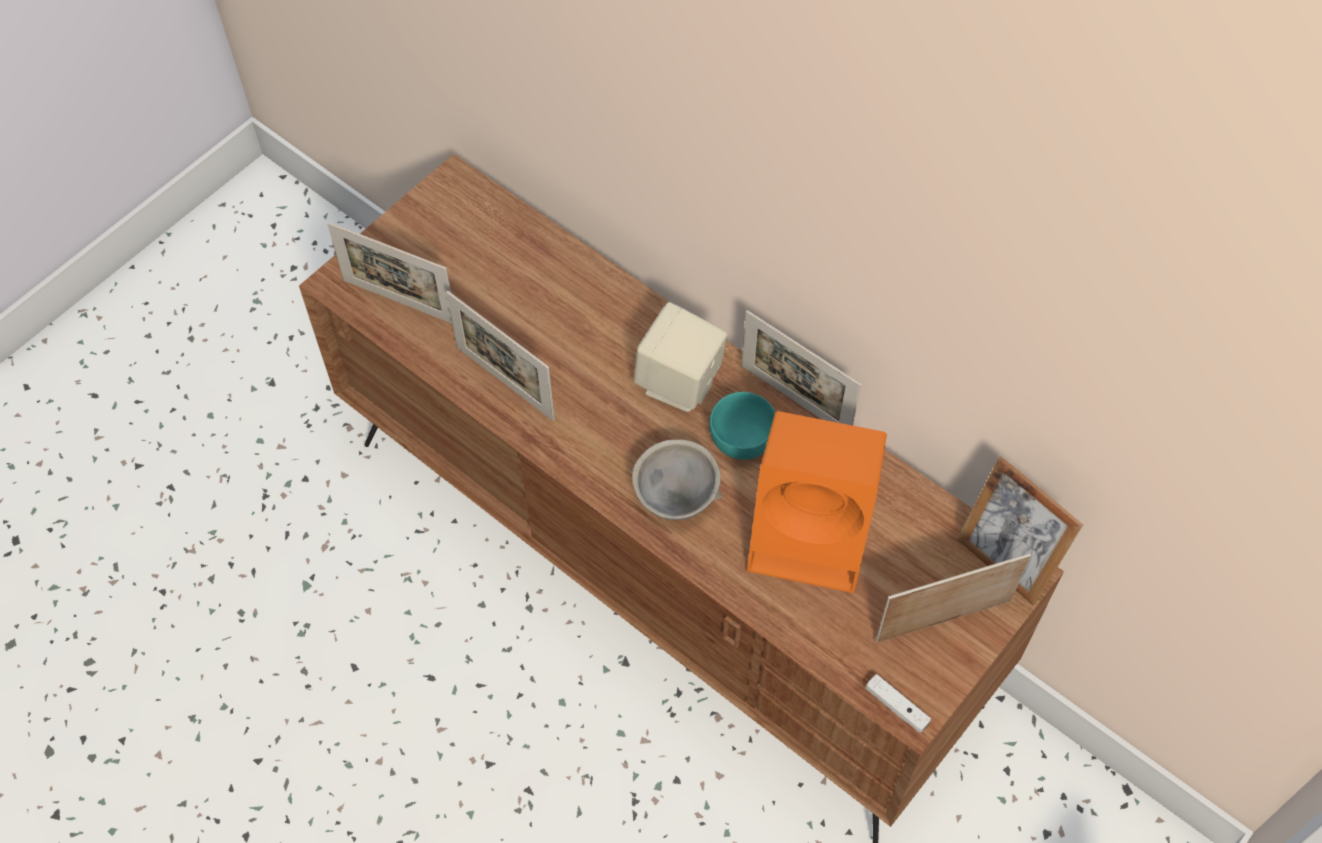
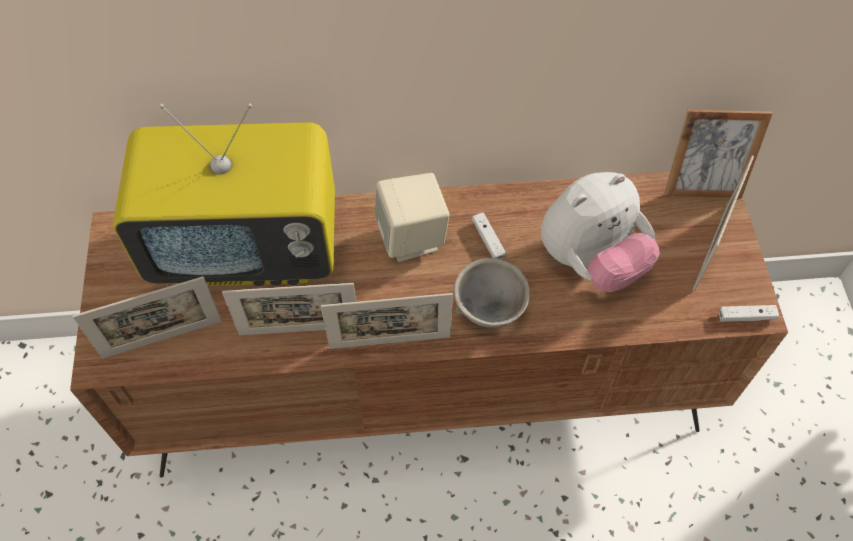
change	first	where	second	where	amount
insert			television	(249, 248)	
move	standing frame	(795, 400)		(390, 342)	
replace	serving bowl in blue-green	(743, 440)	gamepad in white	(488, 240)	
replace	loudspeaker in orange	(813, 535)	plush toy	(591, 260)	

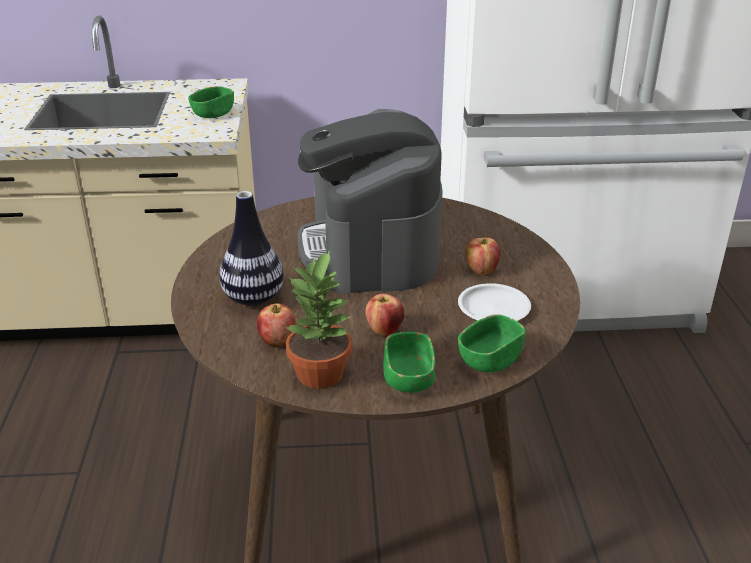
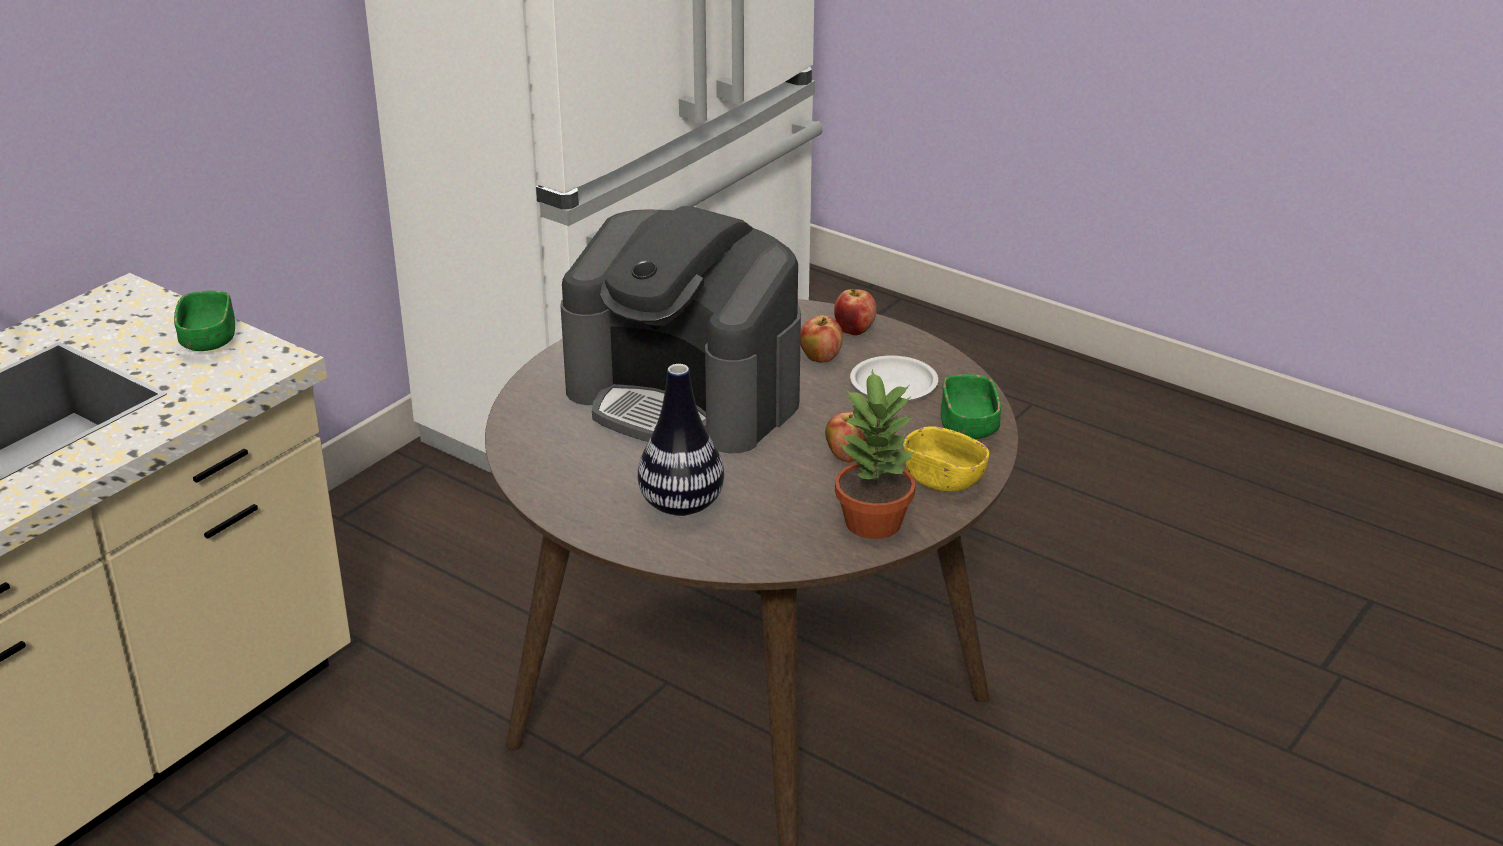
change	first	where	second	where	amount
move	apple fruit	(277, 341)		(854, 331)	
recolor	serving bowl in greenish	(408, 379)	serving bowl in yellow-coloured	(943, 479)	

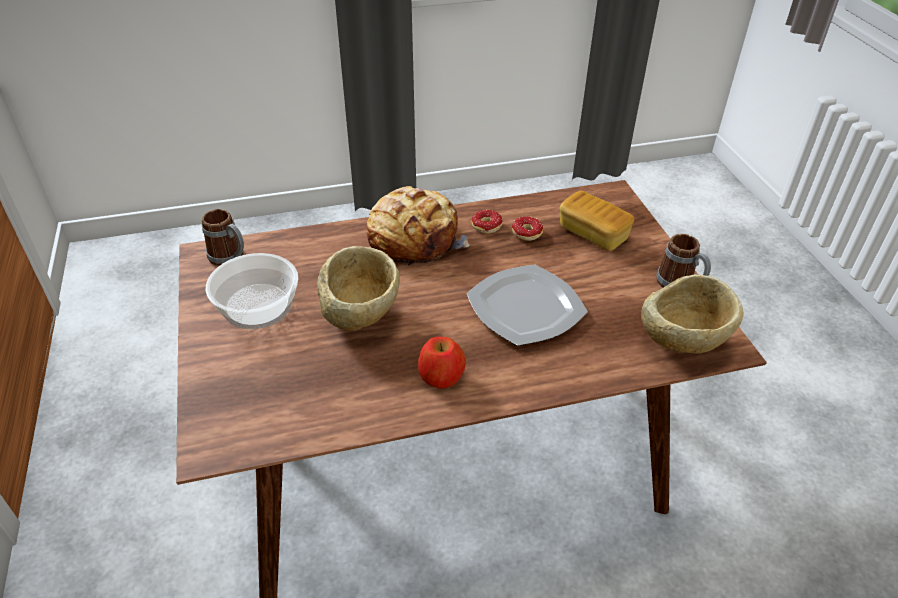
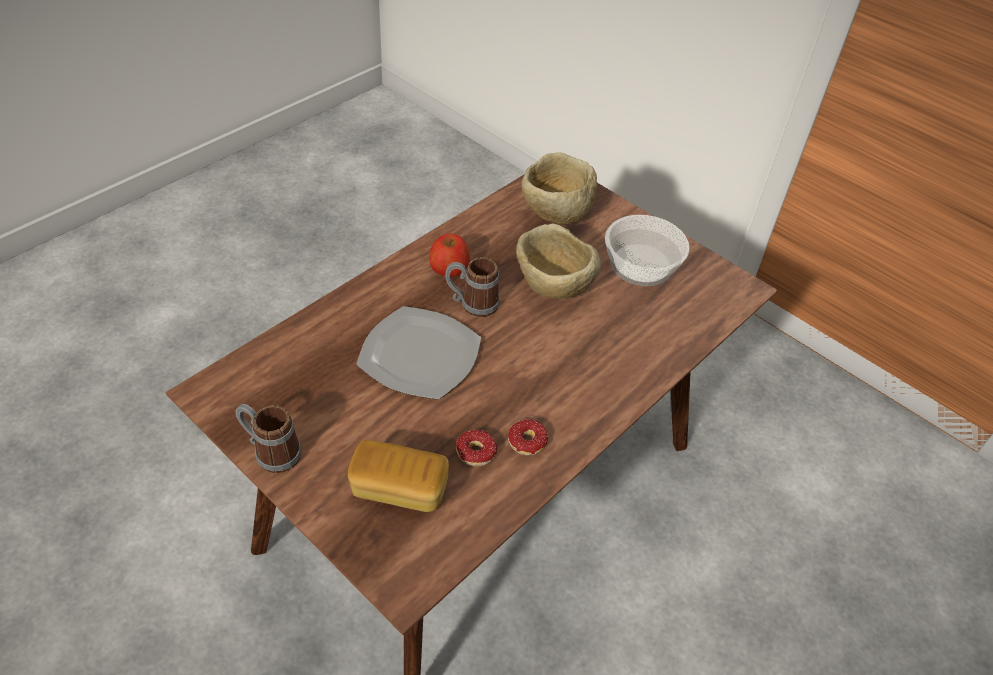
change	first	where	second	where	amount
move	coffee mug	(230, 258)		(472, 303)	
move	serving bowl in beige	(681, 343)		(555, 214)	
delete	bread	(414, 238)			

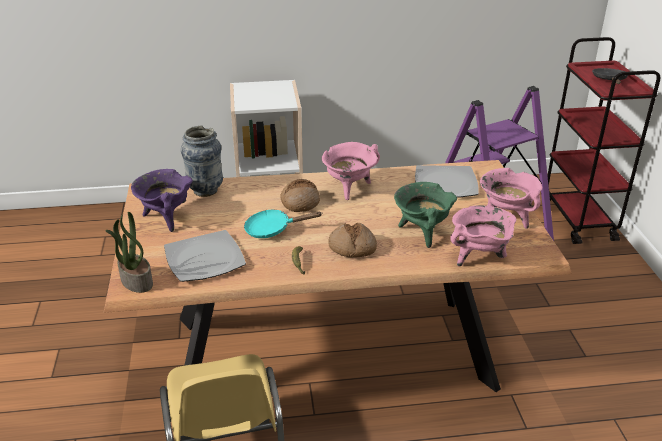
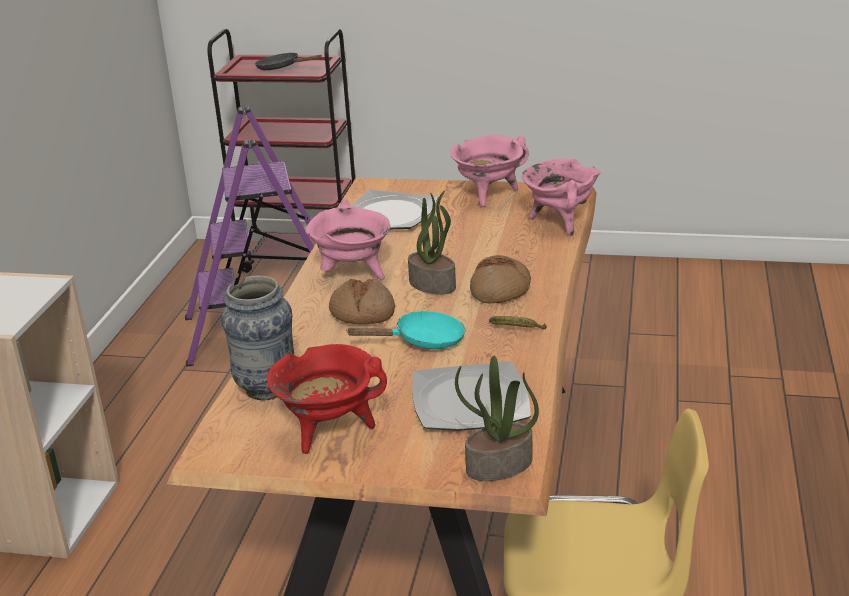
change	first	where	second	where	amount
recolor	saucepot in purple	(166, 218)	saucepot in red-coloured	(329, 431)	
rotate	skillet in blue-green	(272, 229)		(423, 341)	120 degrees counterclockwise
insert			potted plant	(433, 284)	
delete	saucepot in greenish	(422, 233)			

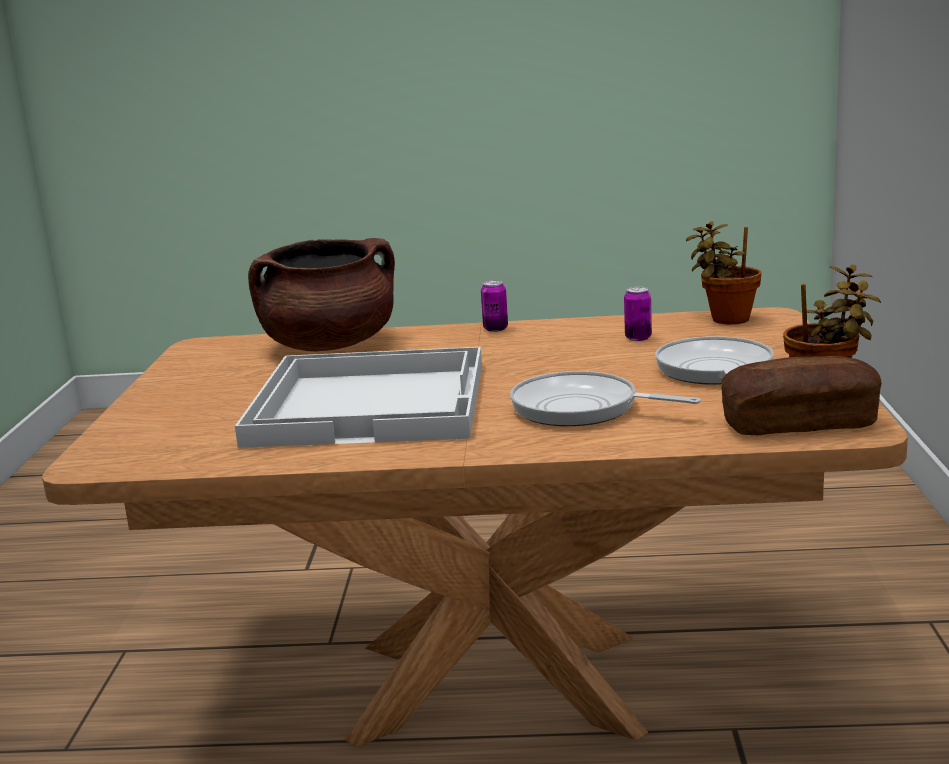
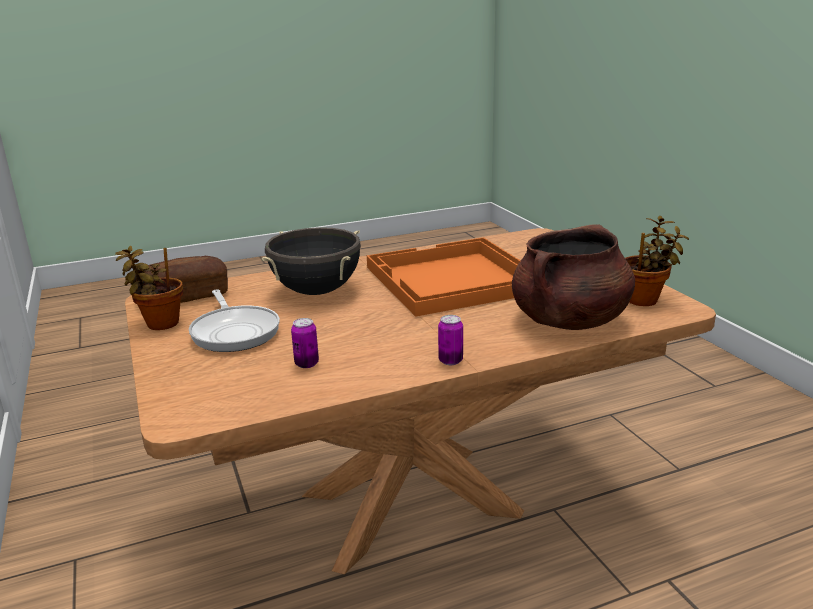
change	first	where	second	where	amount
replace	skillet	(582, 408)	saucepot in black	(316, 291)	
recolor	carrying tray in white	(372, 402)	carrying tray in orange	(452, 279)	
move	potted plant	(725, 319)		(645, 300)	

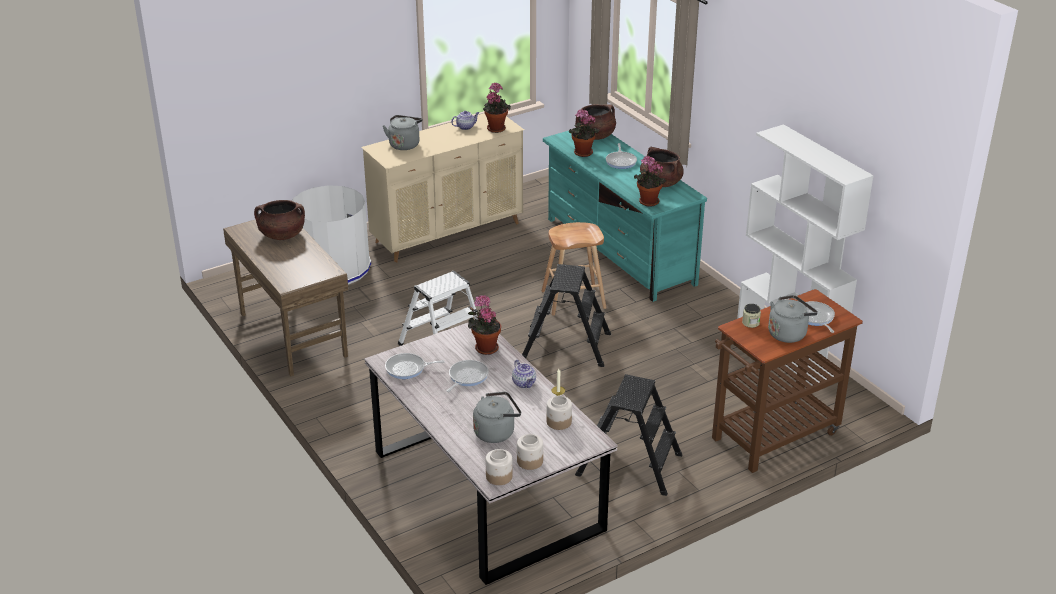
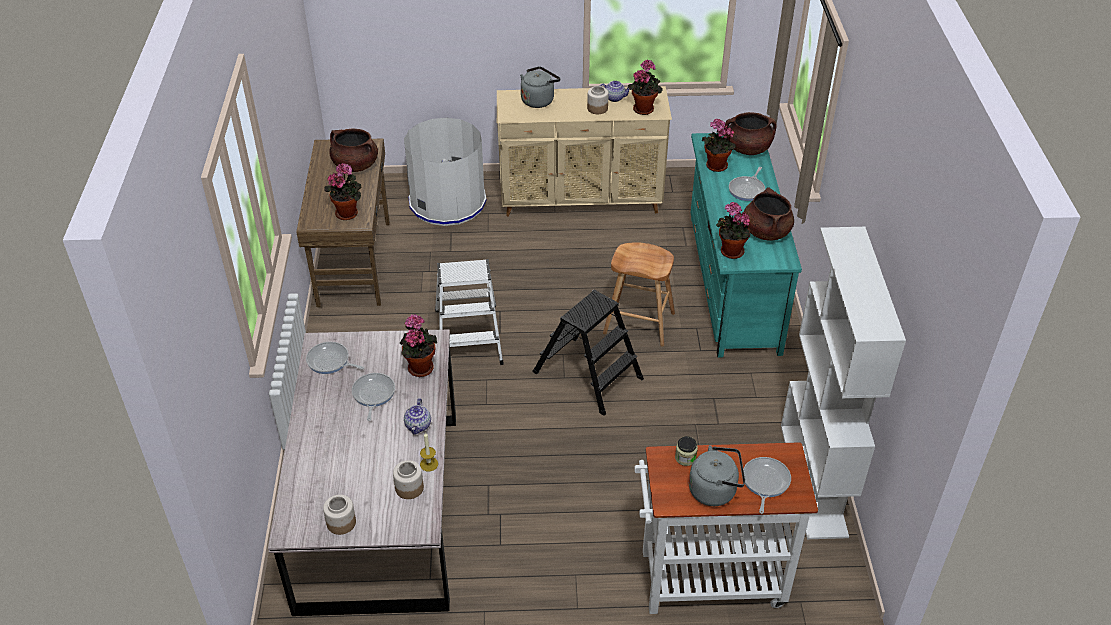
change	first	where	second	where	amount
insert			potted plant	(348, 212)	
rotate	skillet	(467, 377)		(373, 394)	60 degrees counterclockwise
move	storage jar	(499, 477)		(597, 108)	
recolor	wheeled cart in brown	(773, 437)	wheeled cart in white	(709, 580)	
delete	water kettle in greyish	(496, 432)			
delete	step stool in black	(629, 465)			

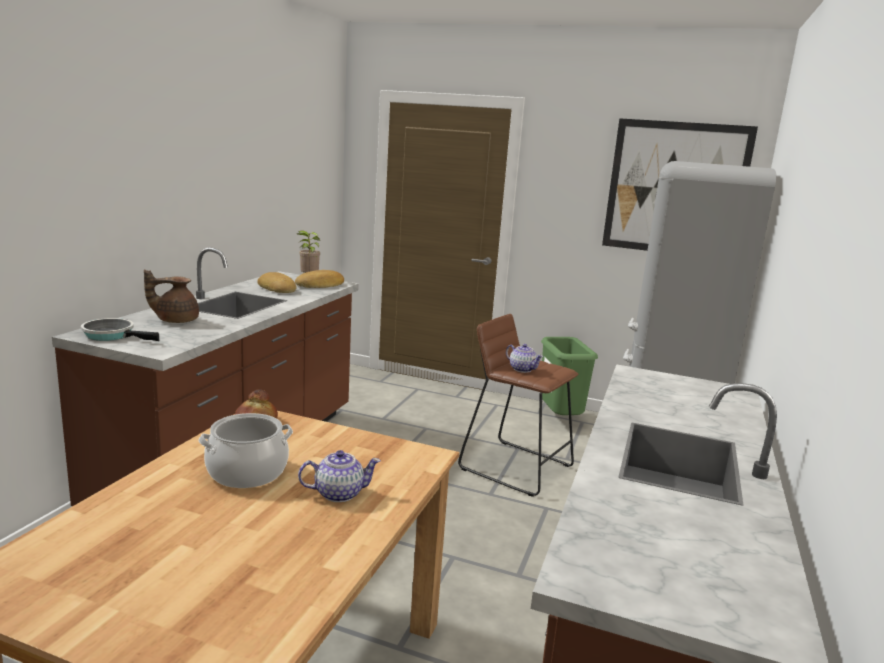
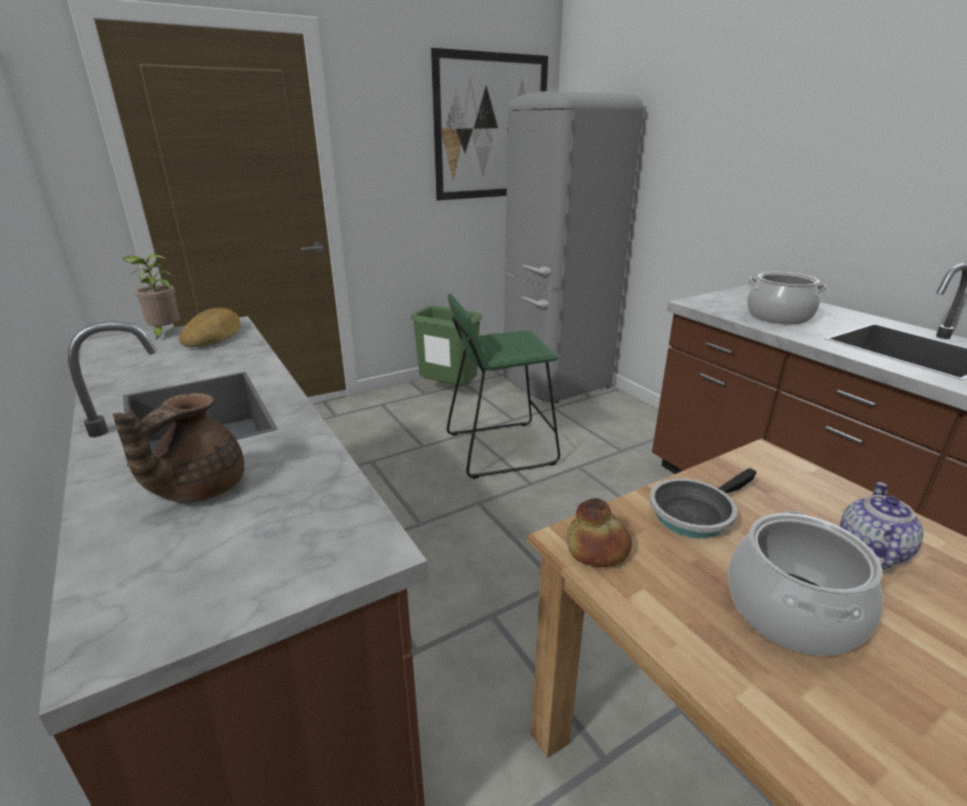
change	first	where	second	where	amount
recolor	stool in brown	(516, 467)	stool in greenish	(500, 448)	
move	skillet	(112, 335)		(694, 513)	
insert			saucepot	(778, 317)	
delete	bread	(278, 288)			
delete	teapot	(522, 369)			

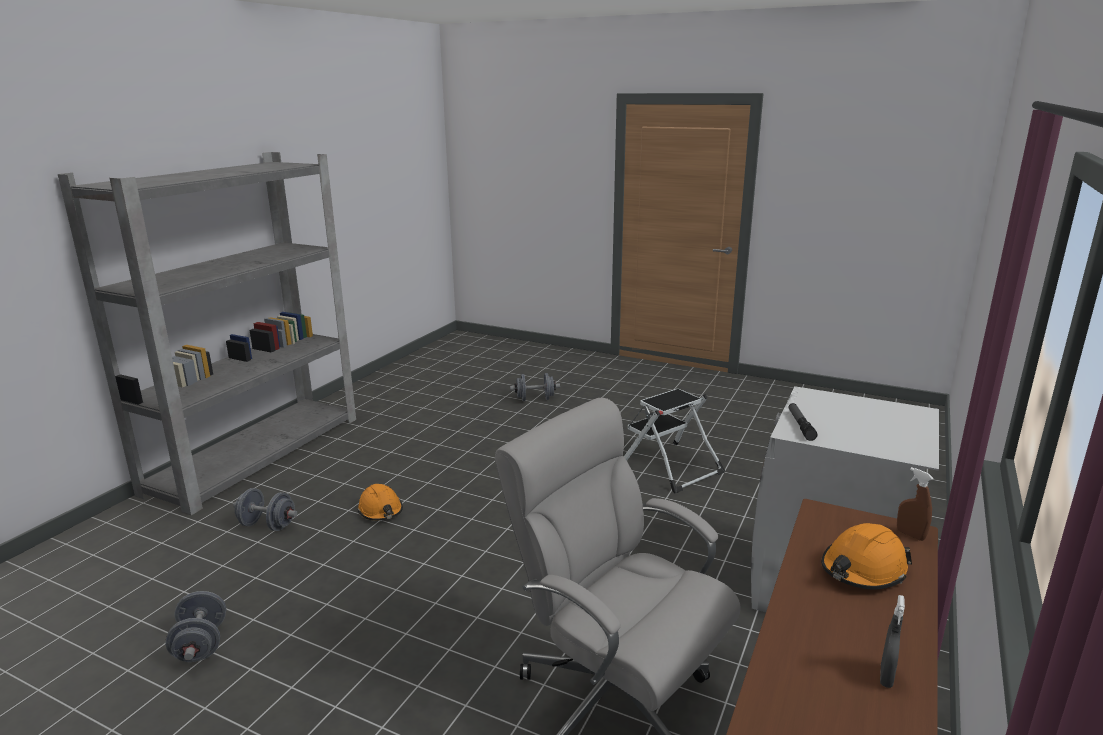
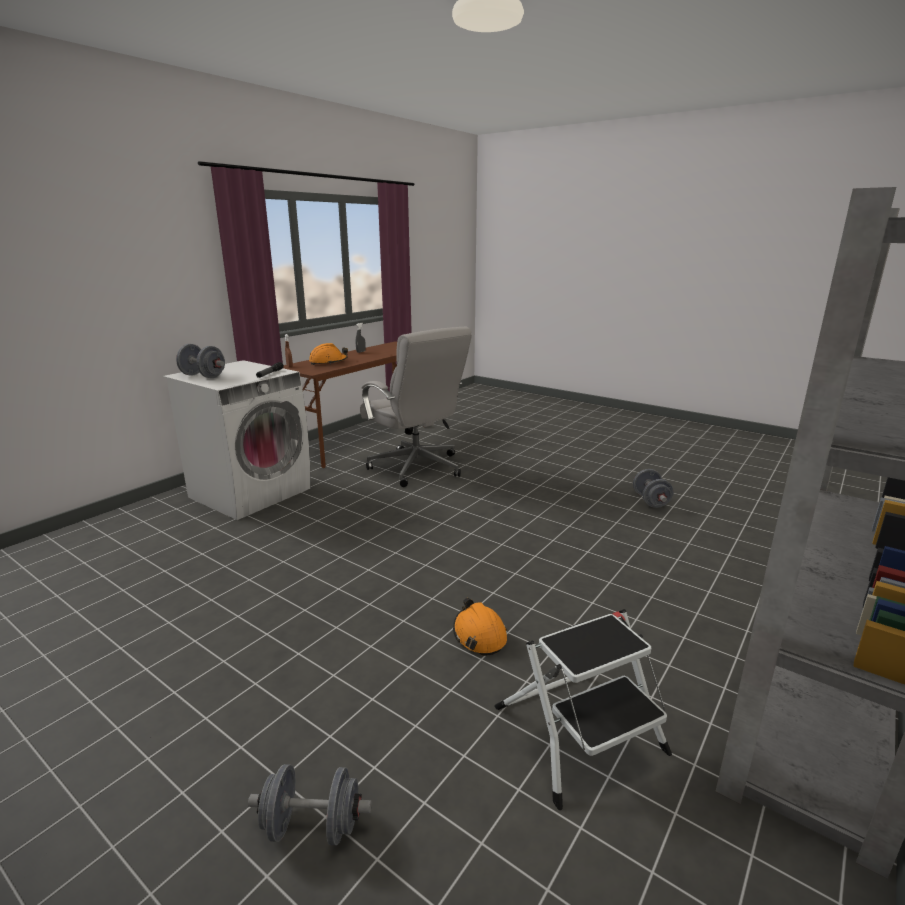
change	first	where	second	where	amount
move	hand weight in greyish	(267, 525)		(203, 376)	
move	work helmet in orange	(381, 511)		(479, 635)	
move	step stool	(671, 466)		(578, 733)	

